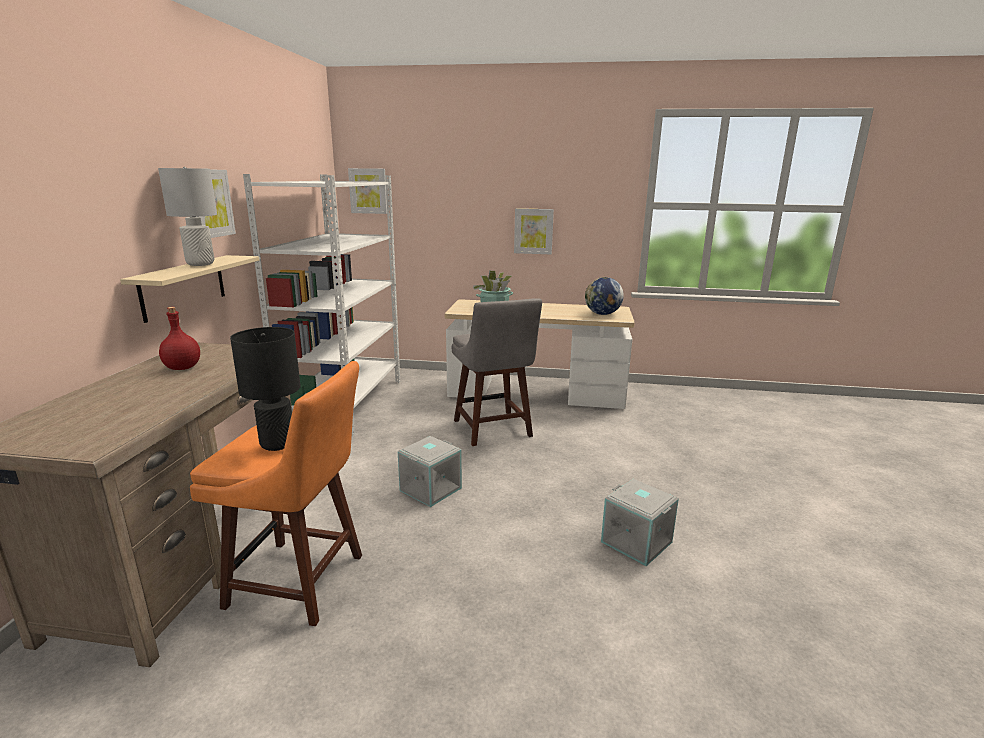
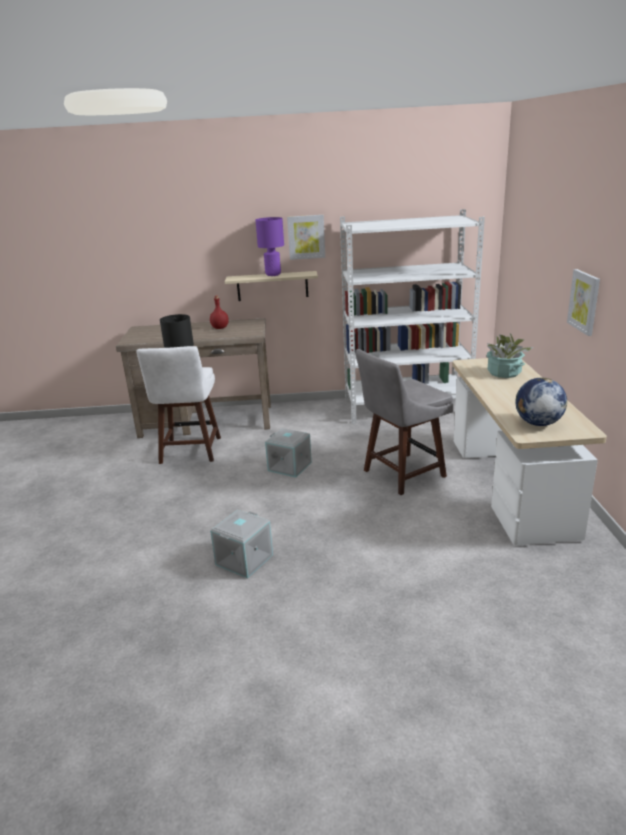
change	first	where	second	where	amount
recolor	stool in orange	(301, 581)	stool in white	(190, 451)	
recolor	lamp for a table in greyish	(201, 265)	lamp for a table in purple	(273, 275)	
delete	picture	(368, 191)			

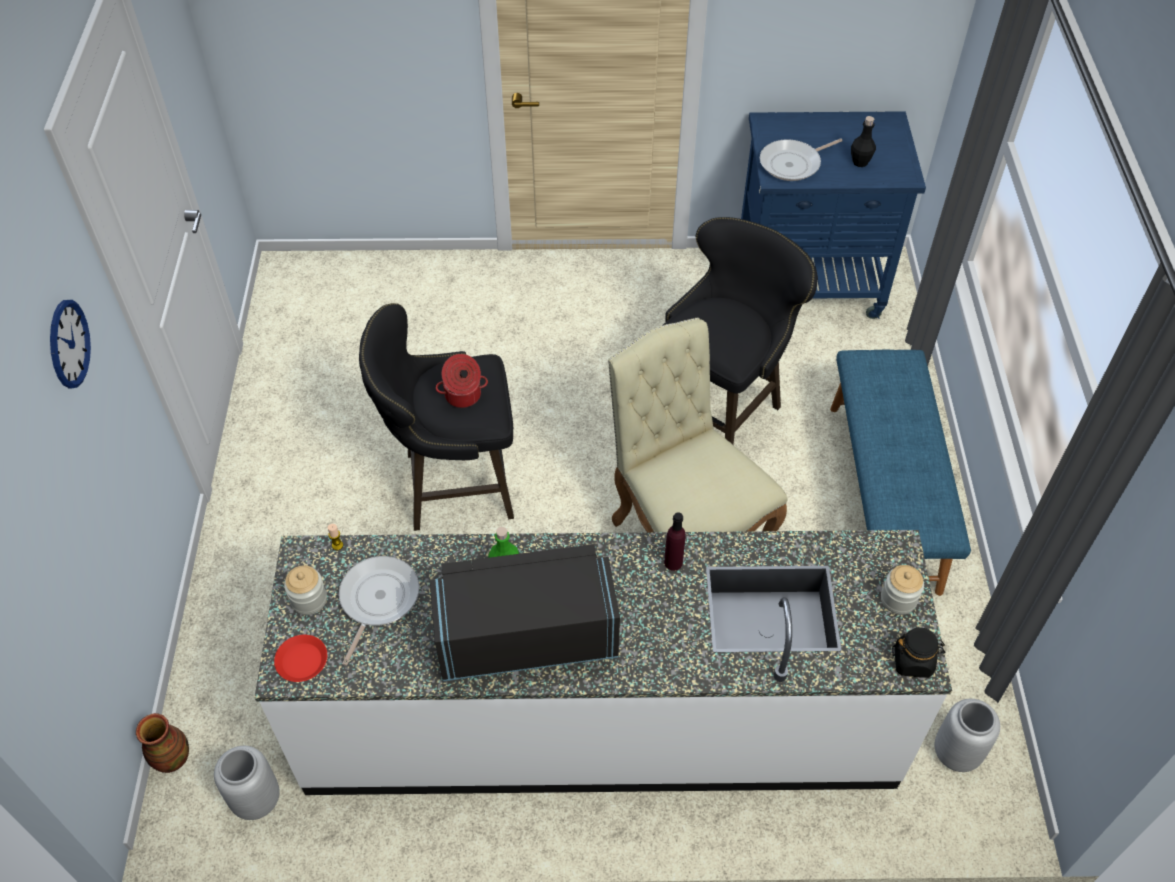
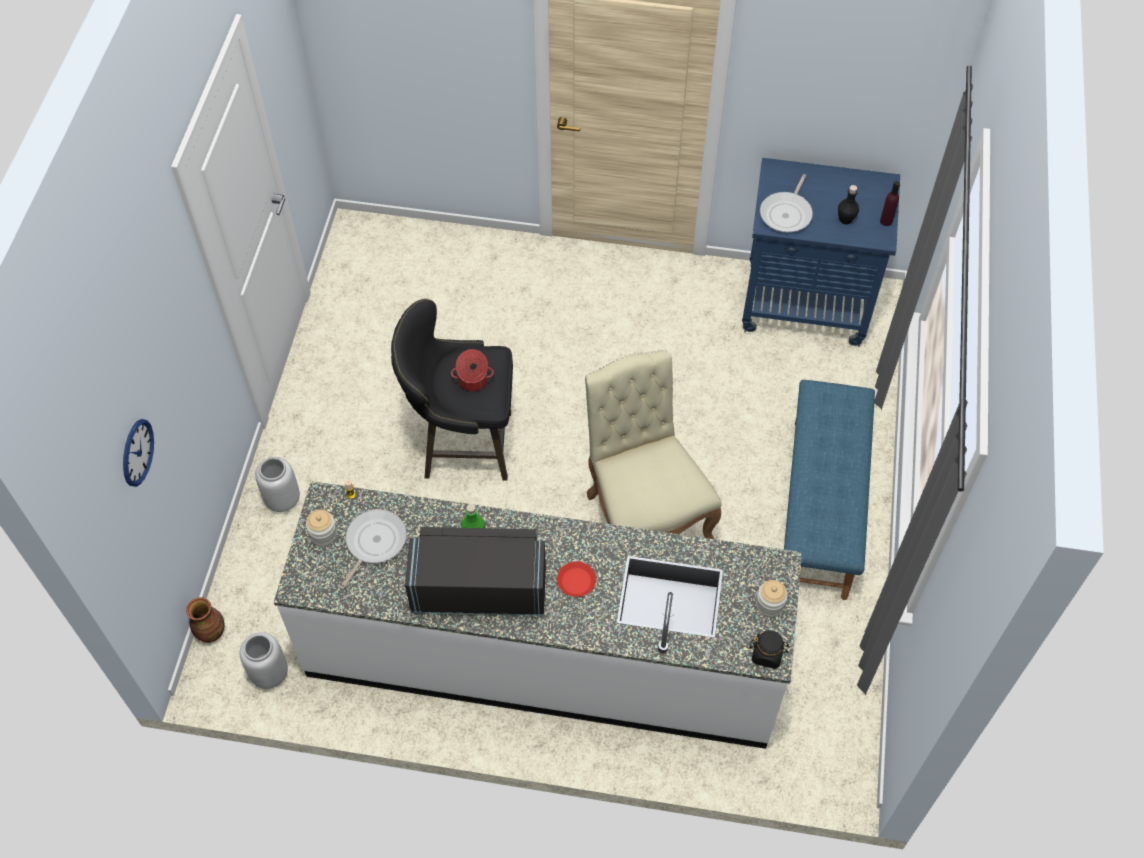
change	first	where	second	where	amount
move	hanging clock	(69, 344)		(137, 452)	
move	flower vase in greyish	(957, 754)		(283, 500)	
move	flat dish in red-coloured	(302, 661)		(576, 581)	
rotate	skillet	(793, 164)		(787, 213)	45 degrees counterclockwise
move	bottle in purple	(673, 562)		(886, 221)	
delete	stool in black	(720, 409)			

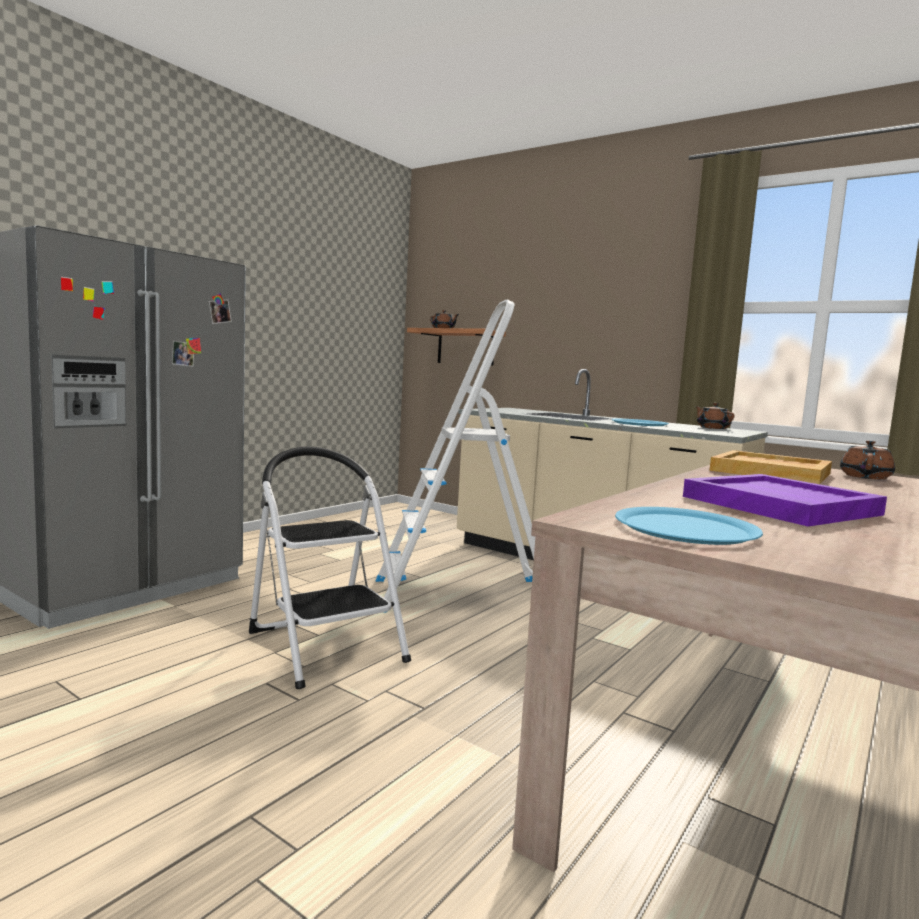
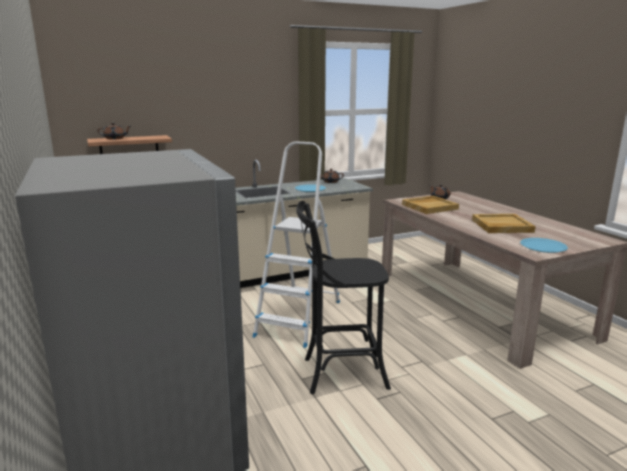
change	first	where	second	where	amount
replace	step stool	(324, 645)	stool in black	(340, 373)	
recolor	carrying tray in purple	(778, 505)	carrying tray in beige	(501, 226)	

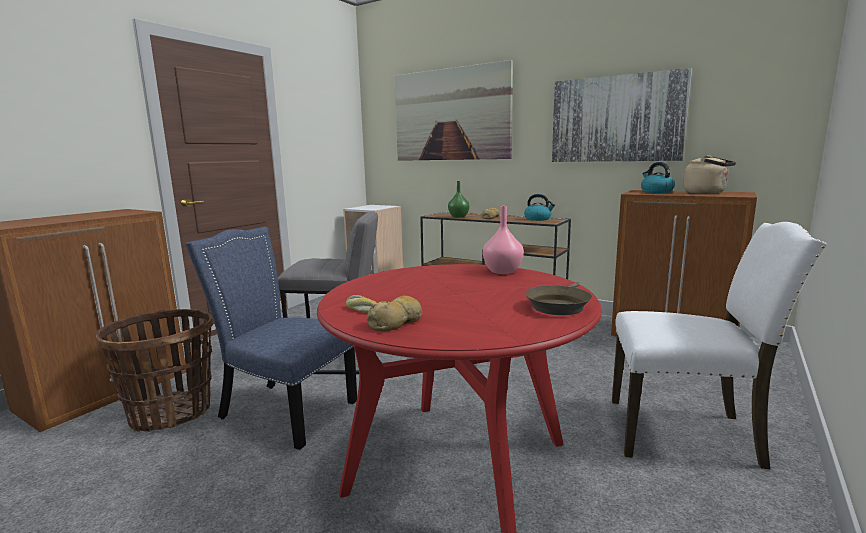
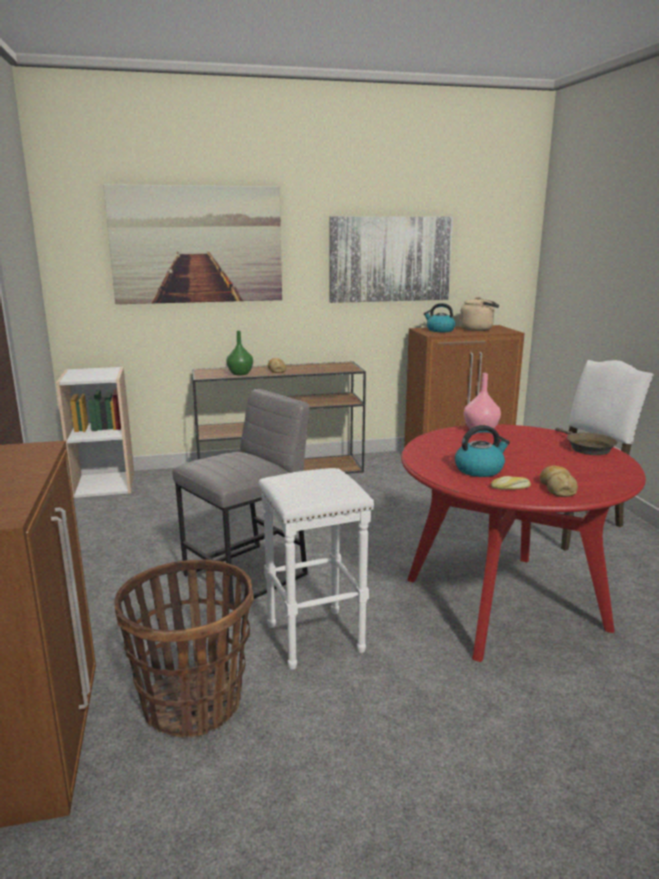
change	first	where	second	where	amount
replace	chair in bluish	(289, 412)	stool in white	(312, 637)	
move	water kettle	(538, 219)		(479, 470)	

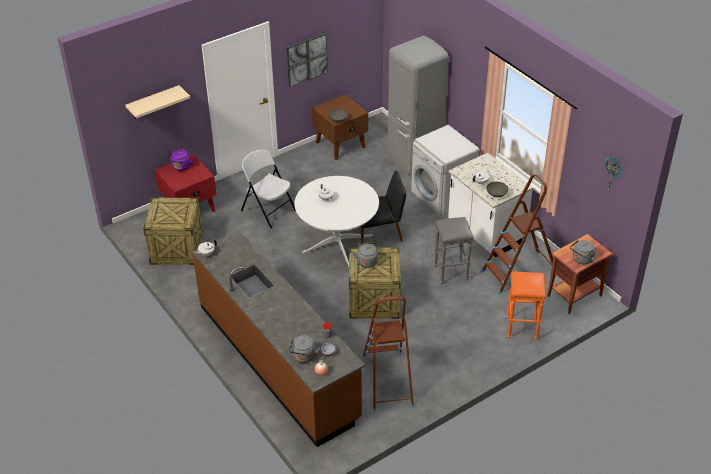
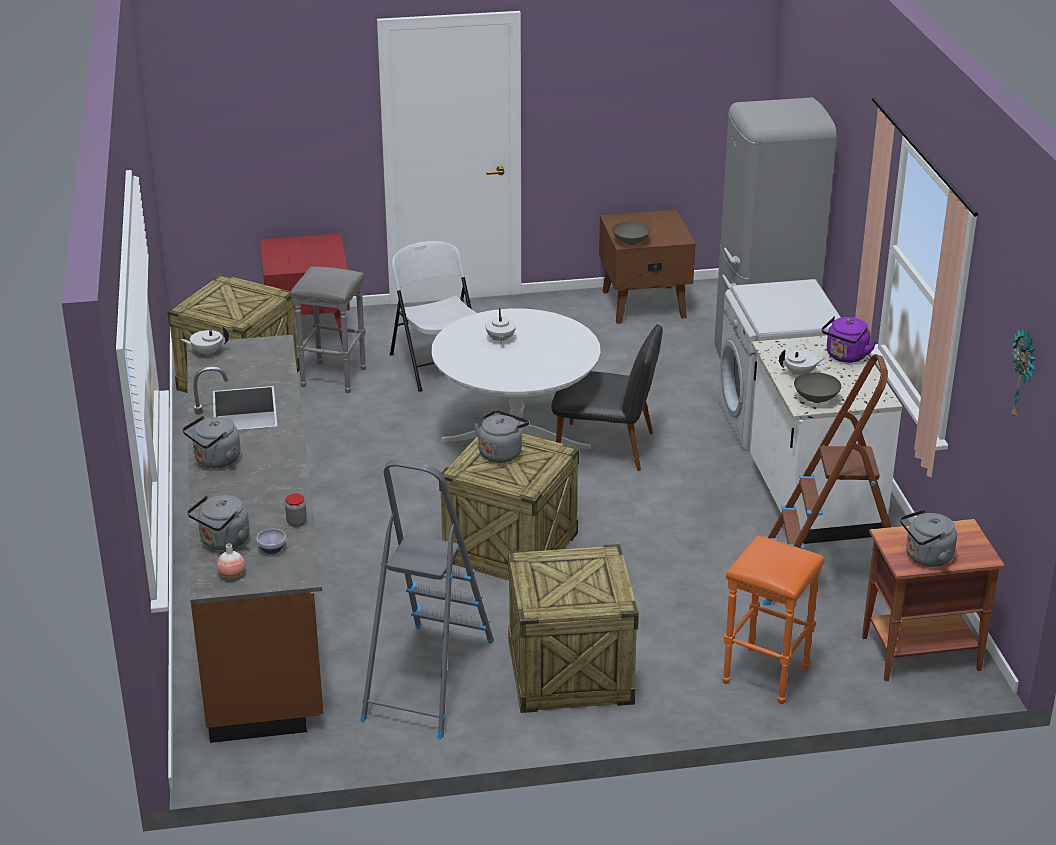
change	first	where	second	where	amount
insert			water kettle in greyish	(215, 461)	
move	stool in greyish	(451, 272)		(335, 376)	
recolor	step stool in brown	(387, 380)	step stool in greyish	(429, 678)	
insert			shipping crate	(570, 670)	
move	water kettle in purple	(181, 167)		(845, 357)	
delete	shelf in beige	(153, 102)			
delete	picture	(307, 59)			

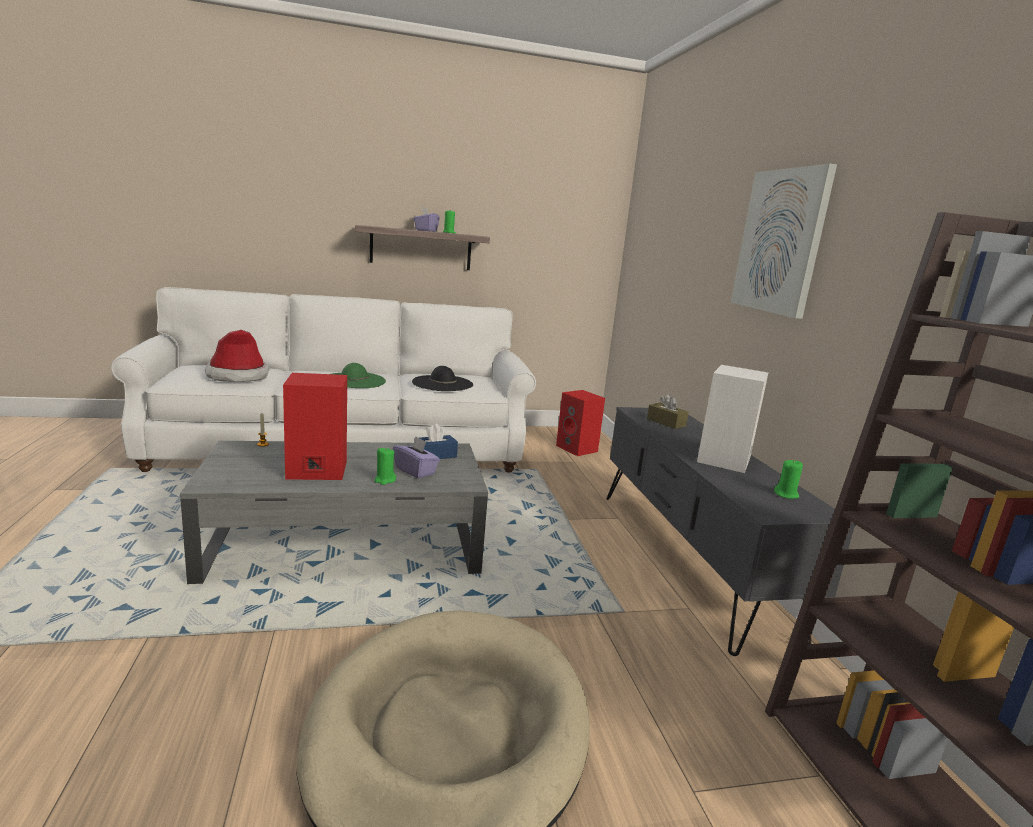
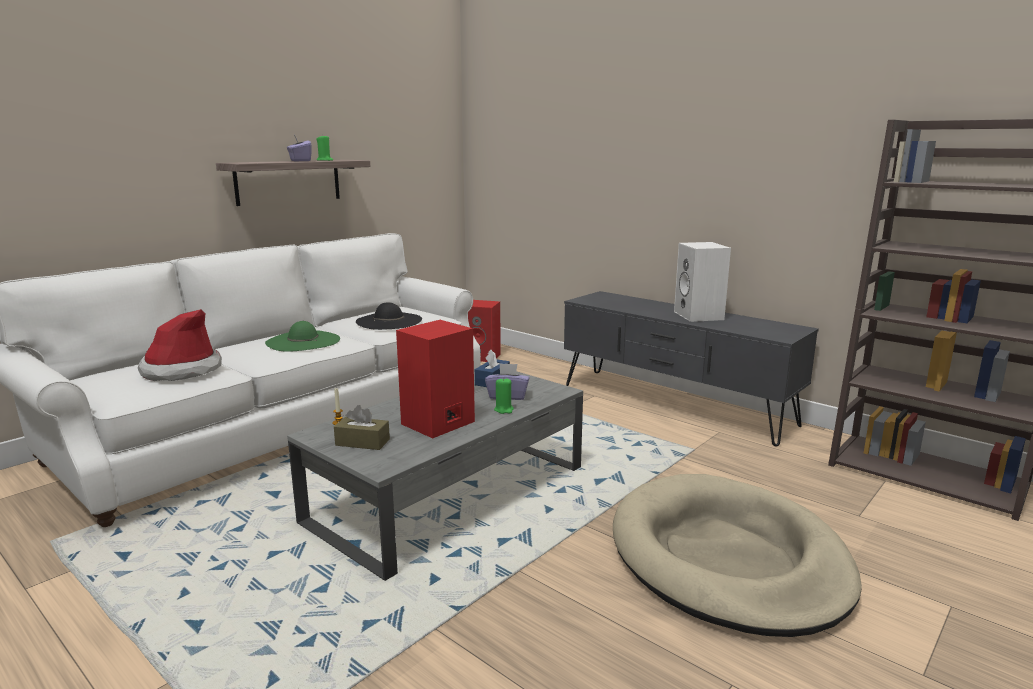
change	first	where	second	where	amount
move	tissue box in brown	(666, 422)		(362, 442)	
delete	picture	(781, 242)			
delete	wax candle in greenish	(786, 494)			

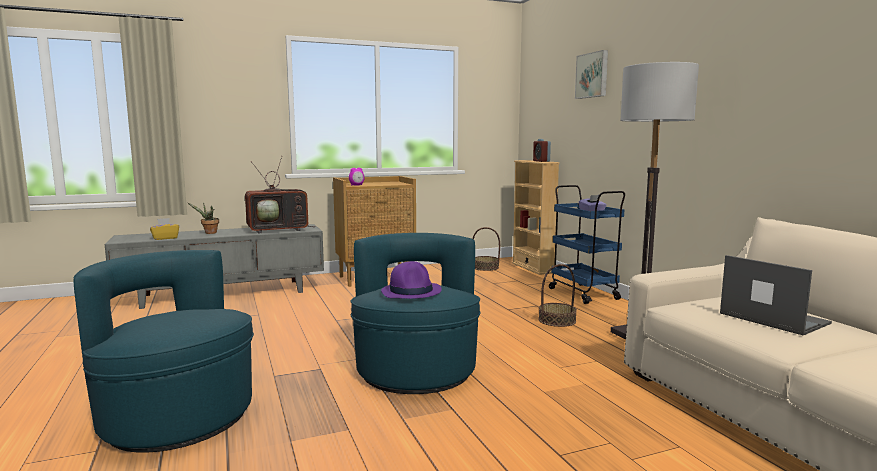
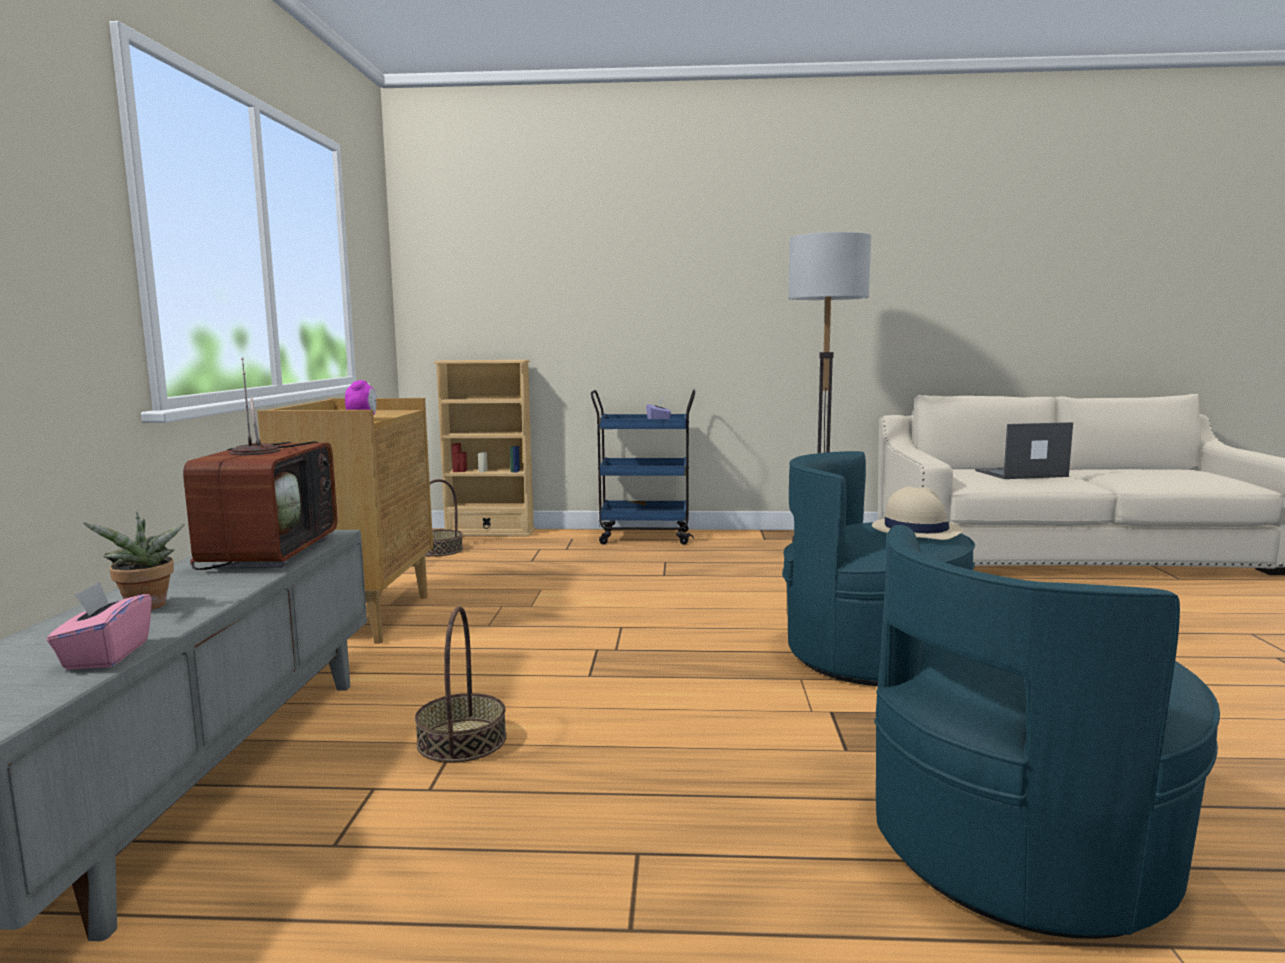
change	first	where	second	where	amount
recolor	tissue box in yellow-coloured	(165, 238)	tissue box in pink	(106, 655)	
move	household basket	(557, 320)		(461, 740)	
recolor	hat in purple	(411, 291)	hat in beige	(915, 529)	
delete	bedside clock	(541, 161)			
delete	picture	(592, 75)			

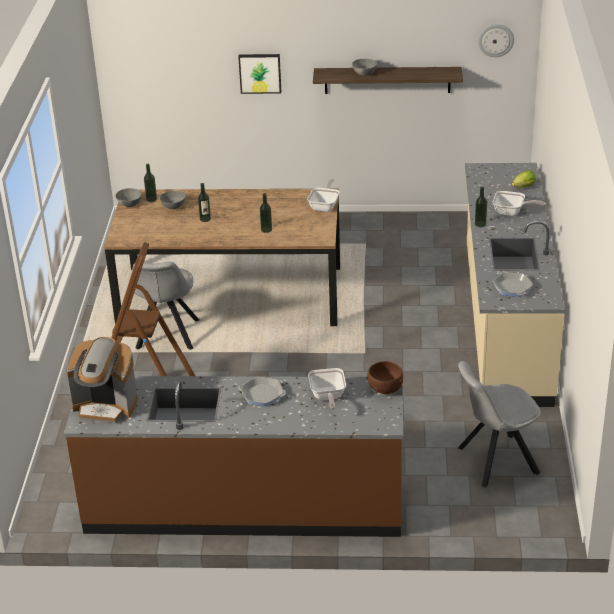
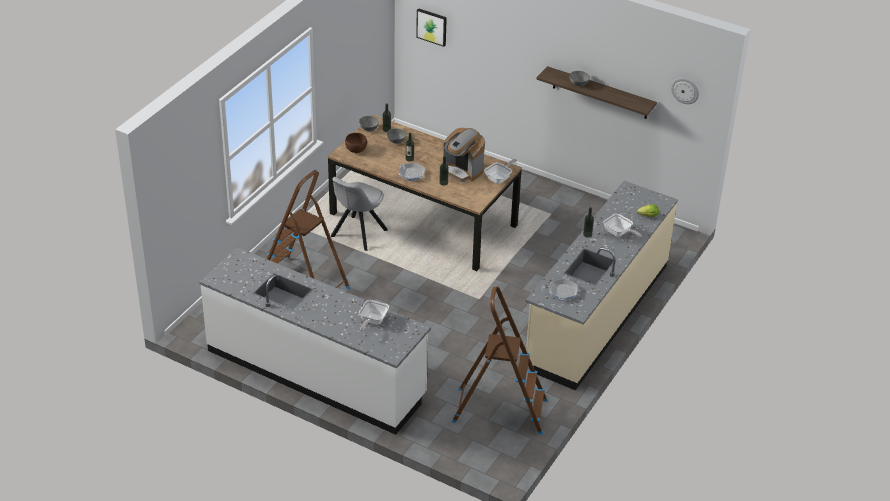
change	first	where	second	where	amount
recolor	kitchen counter in brown	(244, 505)	kitchen counter in white	(316, 373)	
move	serving bowl in brown	(385, 388)		(356, 149)	
move	skillet	(262, 395)		(411, 174)	
move	picture	(260, 73)		(432, 26)	
move	coffee maker	(106, 406)		(462, 170)	
replace	chair in greyish	(495, 461)	step stool in brown	(500, 411)	

